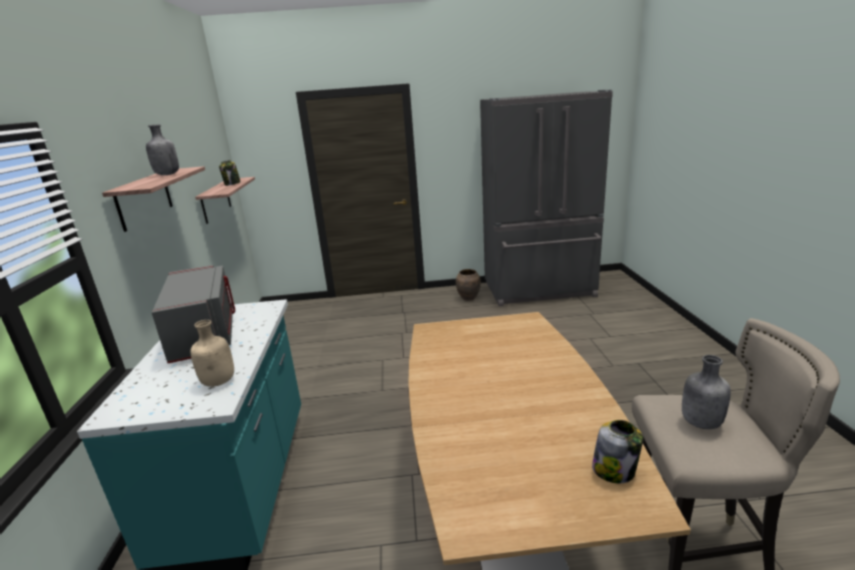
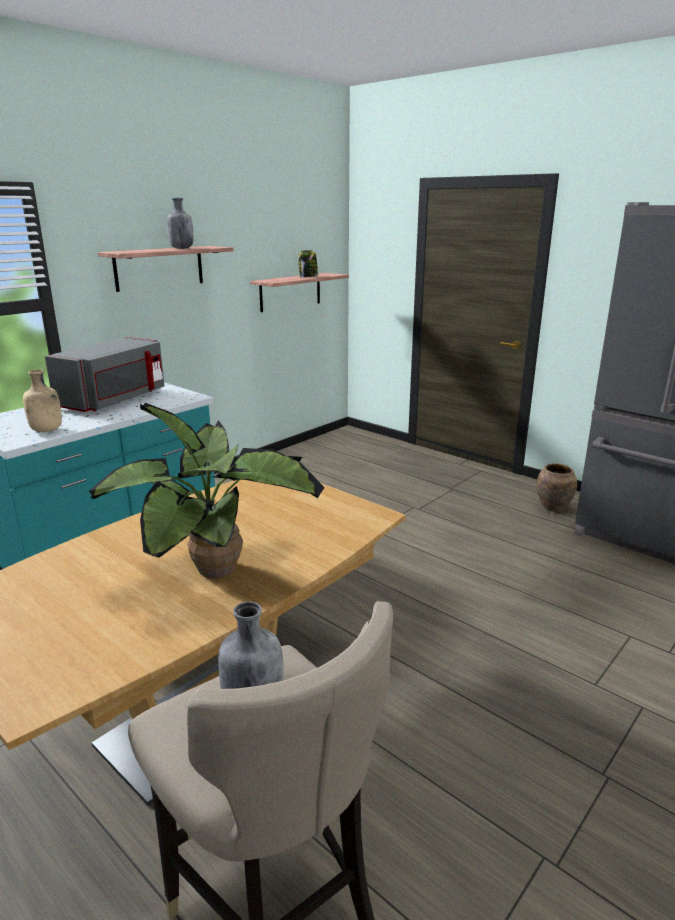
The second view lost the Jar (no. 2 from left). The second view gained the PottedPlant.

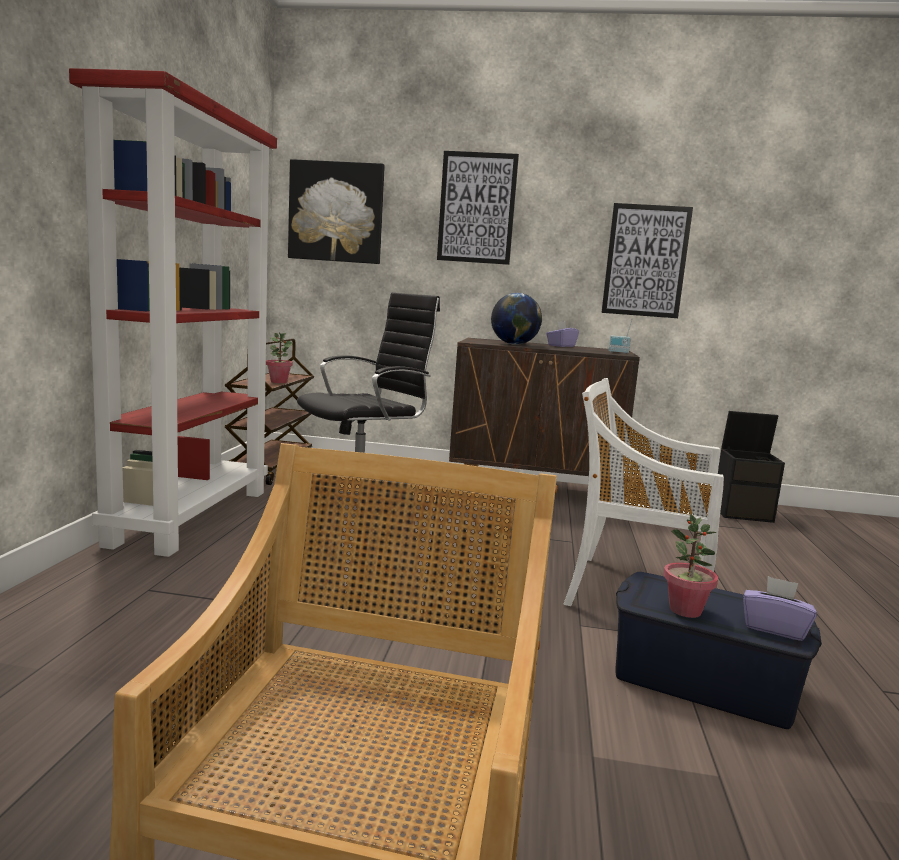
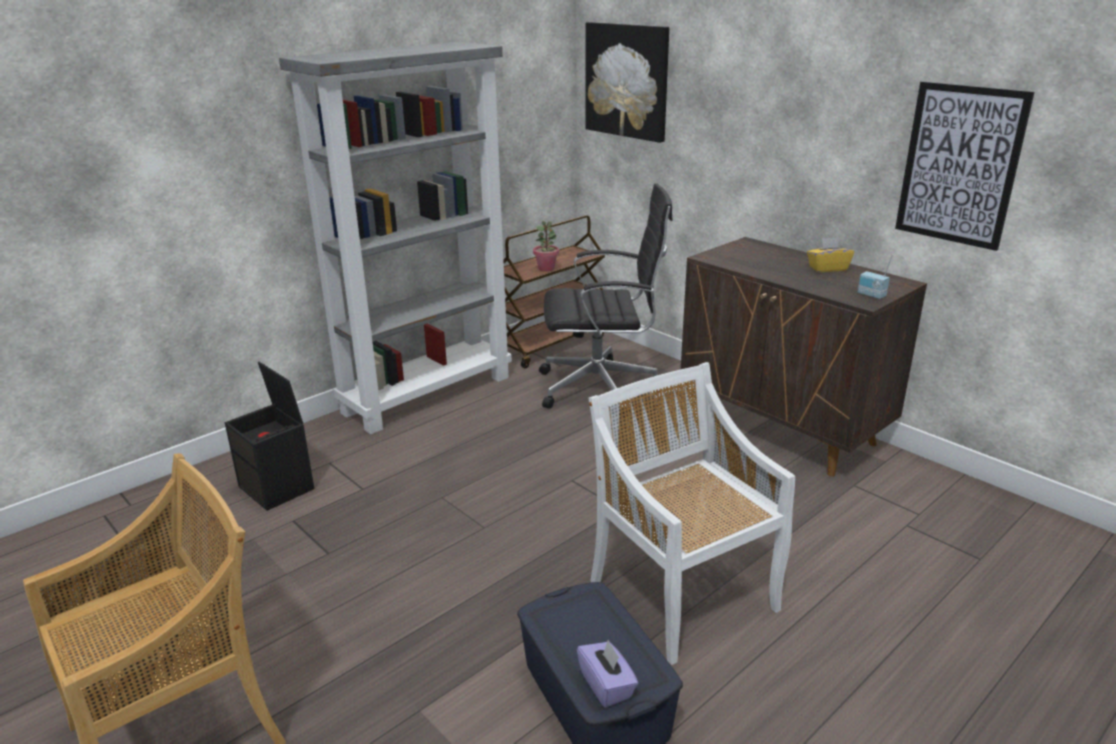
The second view lost the Picture (no. 2 from left). The second view lost the Globe. The second view lost the PottedPlant (no. 2 from left). The BlackStorageBox ended up elsewhere. What was the RedBookcase turned into the GreyBookcase. What was the PurpleTissueBox (no. 1 from left) turned into the YellowTissueBox.

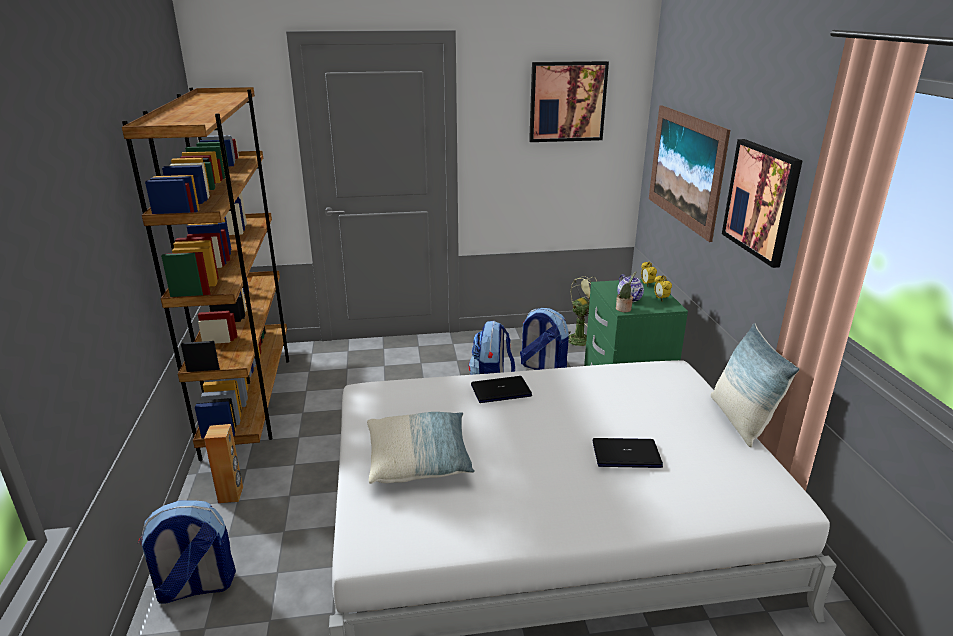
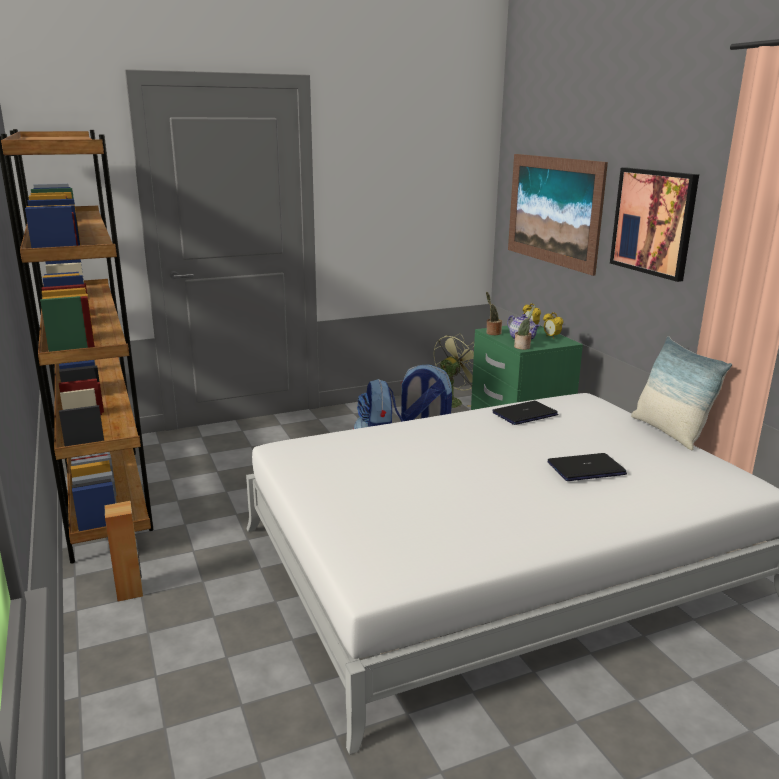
The second view lost the Backpack (no. 1 from left). The second view lost the Pillow (no. 1 from left). The second view lost the Picture (no. 1 from left). The second view gained the PottedPlant (no. 1 from left). The Laptop (no. 1 from left) ended up elsewhere.

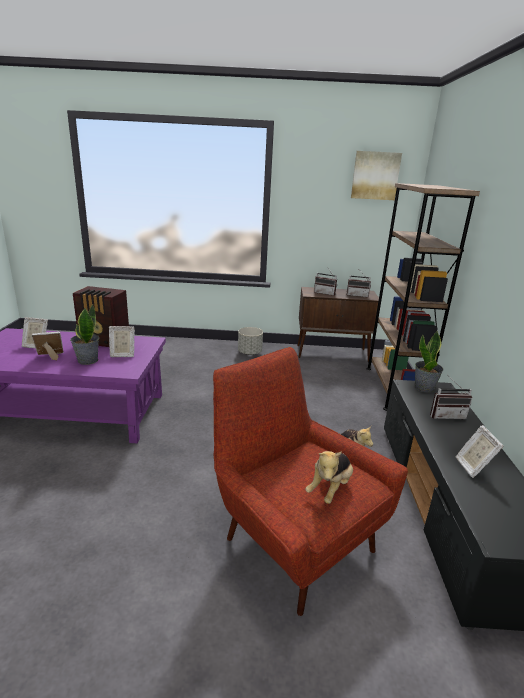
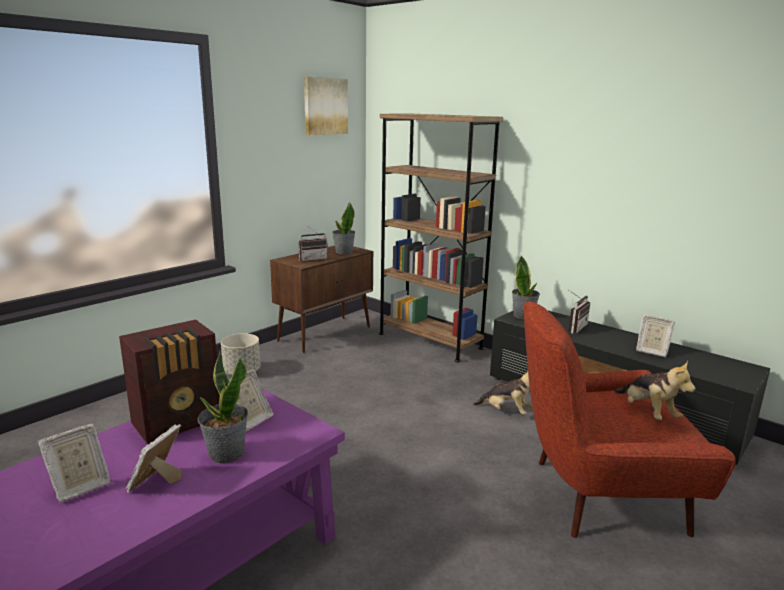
Where the Radio (no. 3 from left) stood, the PottedPlant (no. 2 from left) came to stand.

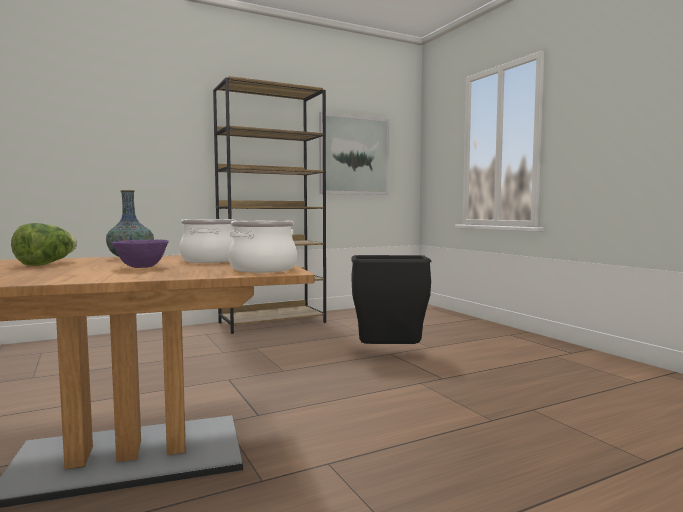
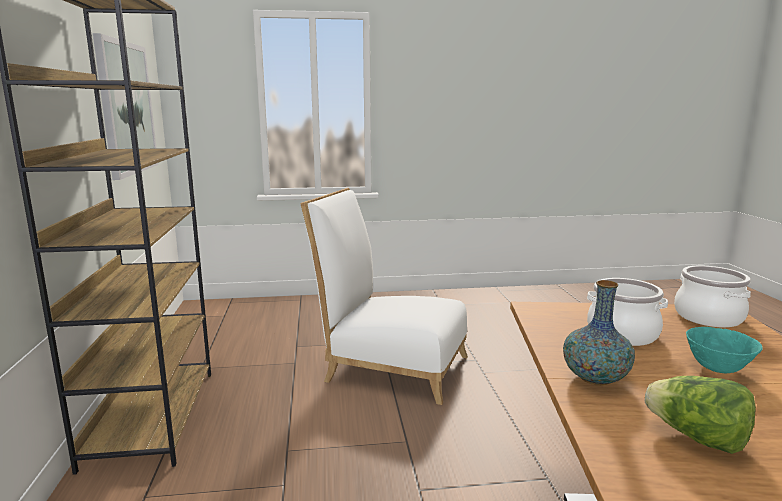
Where the BlackTrashCan stood, the WhiteChair came to stand. What was the PurpleBowl turned into the TurquoiseBowl.

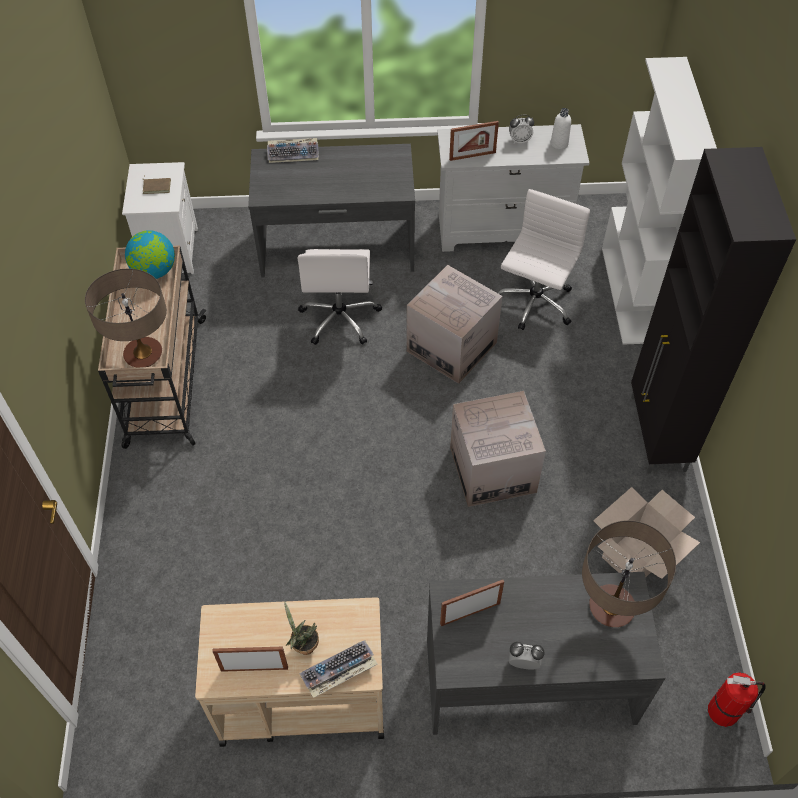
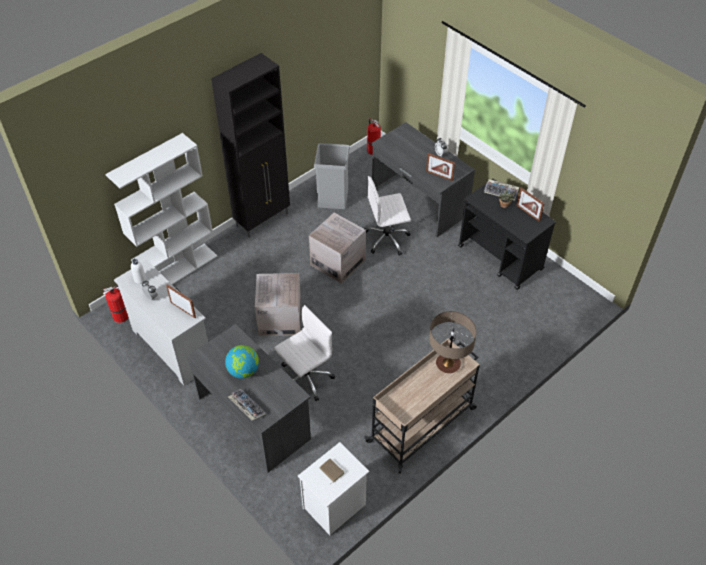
The second view lost the TableLamp (no. 2 from left). The second view gained the FireExtinguisher (no. 1 from left). The Globe ended up elsewhere. The WhiteOfficeChair (no. 2 from left) ended up elsewhere. Where the CardboardBox (no. 3 from left) stood, the GreyTrashCan came to stand. What was the BeigeCart (no. 2 from left) turned into the BlackCart.

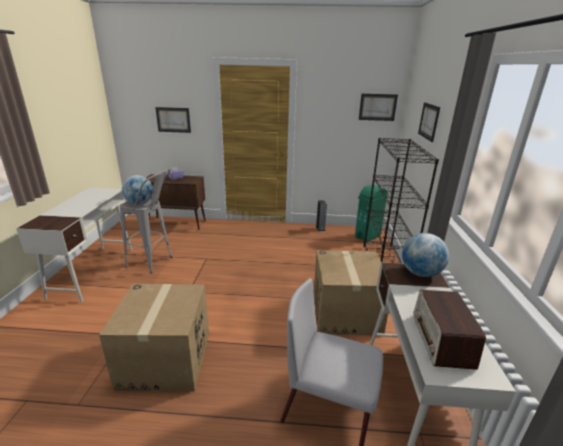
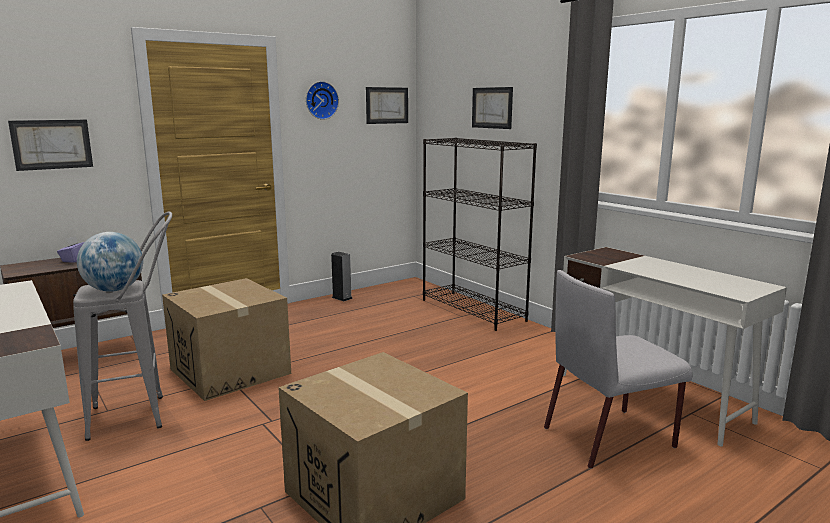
The second view lost the GreenTrashCan. The second view lost the Globe (no. 2 from left). The second view lost the Radio. The second view gained the WallClock. The CardboardBox (no. 2 from left in the first image) ended up elsewhere.

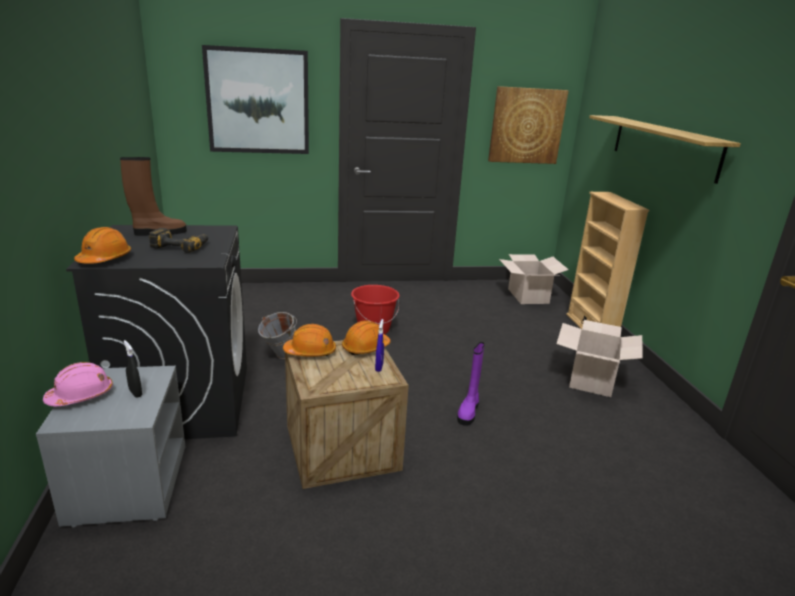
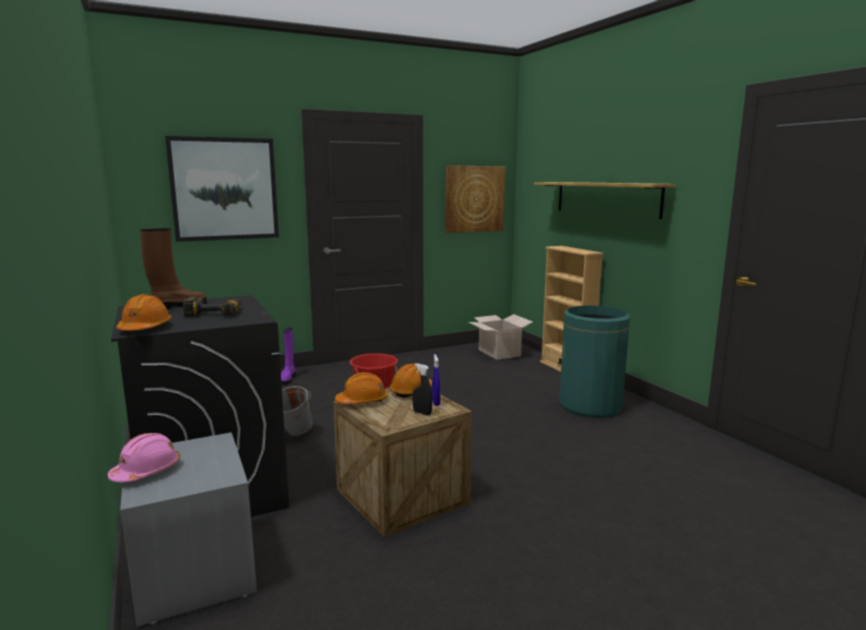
The BlackSprayBottle ended up elsewhere. The PurpleBoot ended up elsewhere. Where the CardboardBox (no. 2 from left) stood, the GreenTrashCan came to stand.

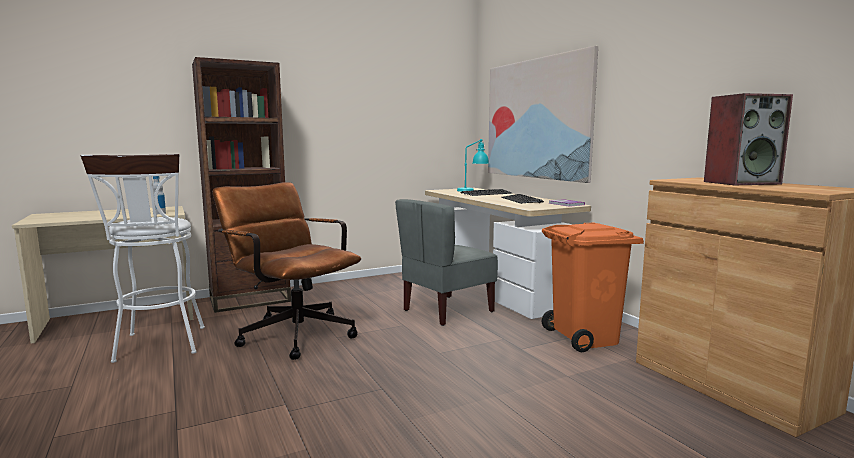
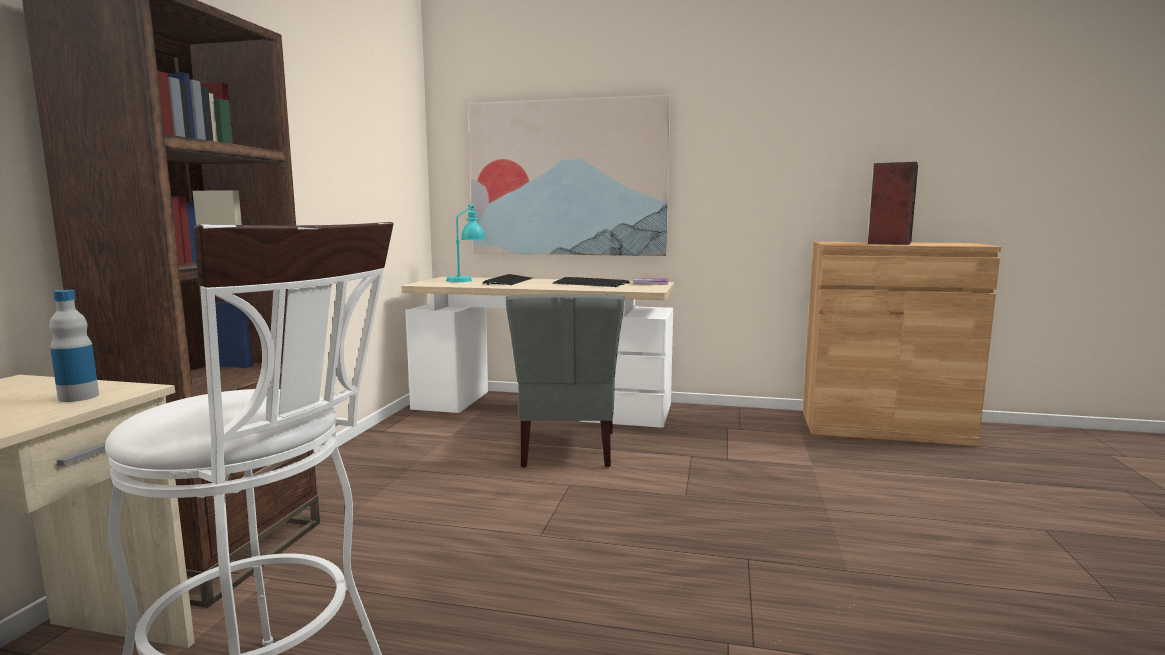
The second view lost the BrownOfficeChair. The second view lost the OrangeTrashCan.

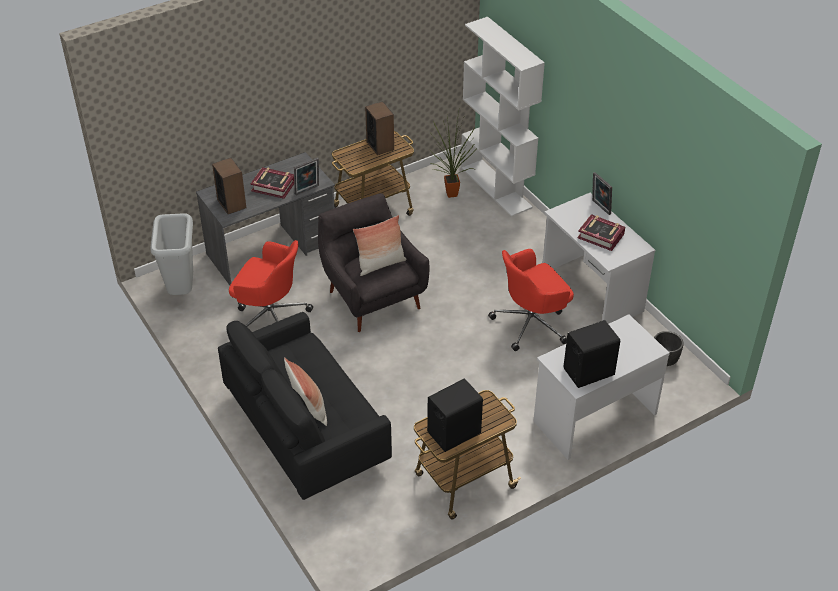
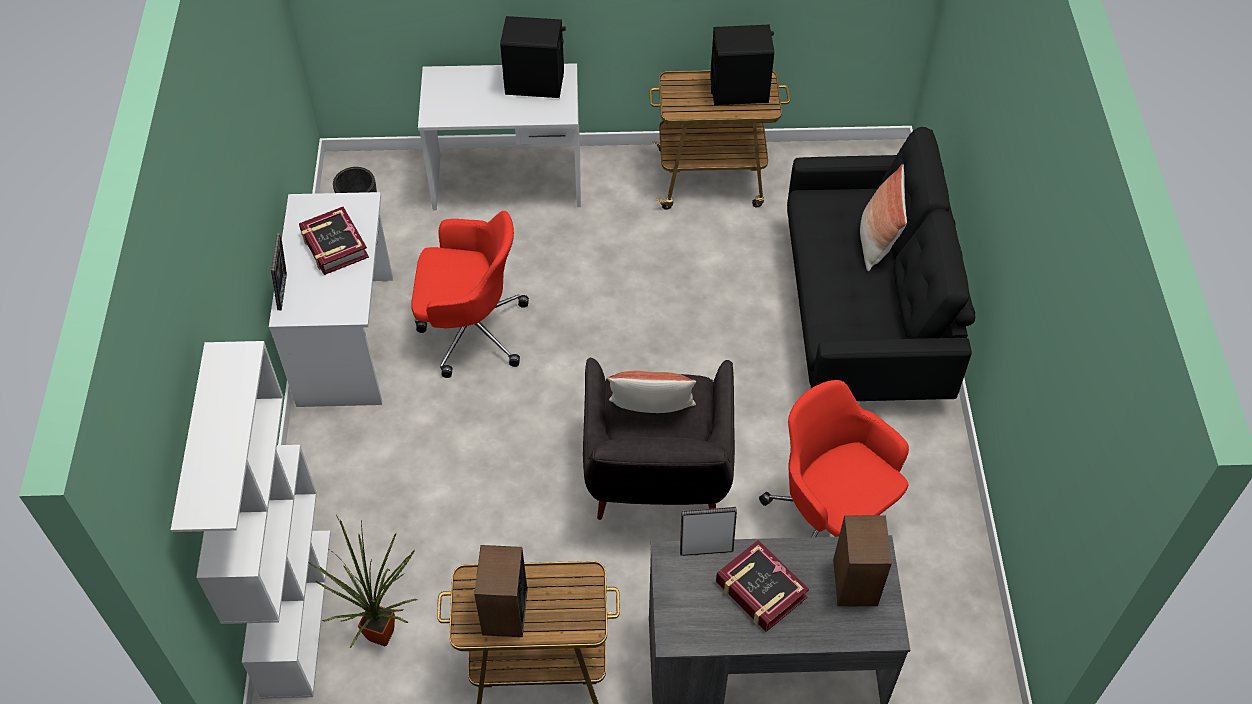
The second view lost the GreyTrashCan.

